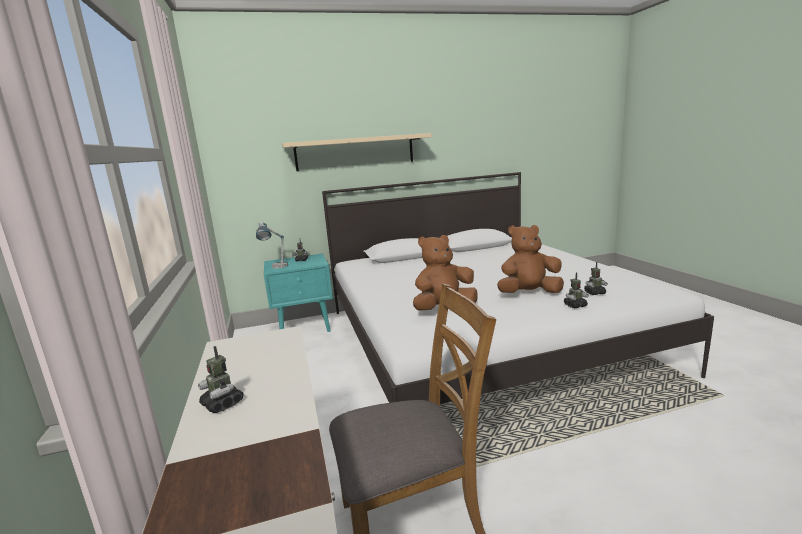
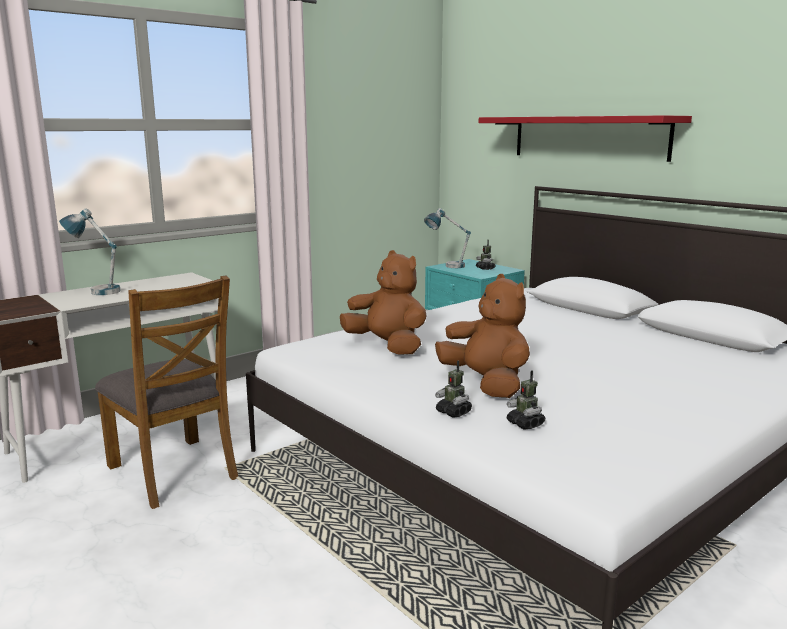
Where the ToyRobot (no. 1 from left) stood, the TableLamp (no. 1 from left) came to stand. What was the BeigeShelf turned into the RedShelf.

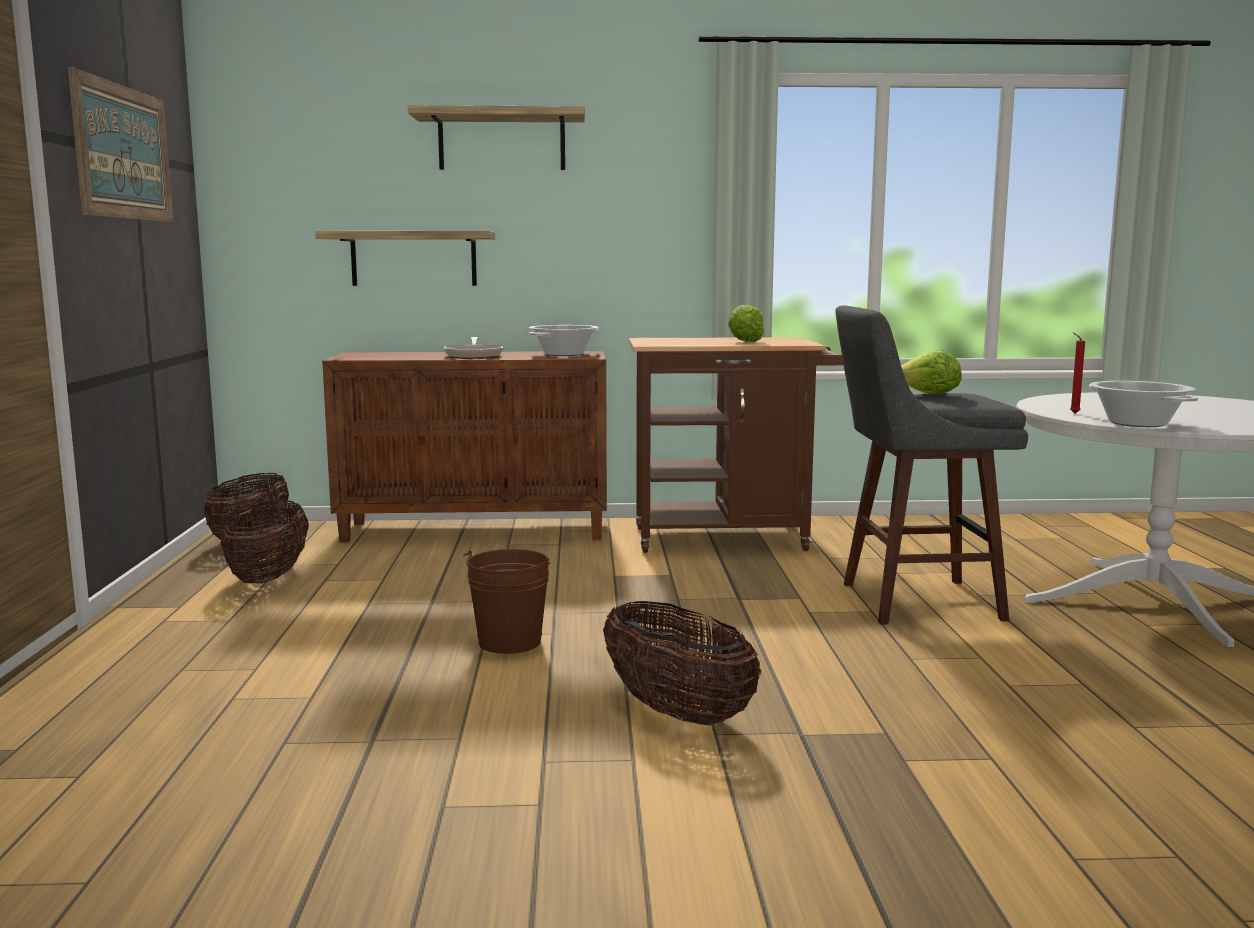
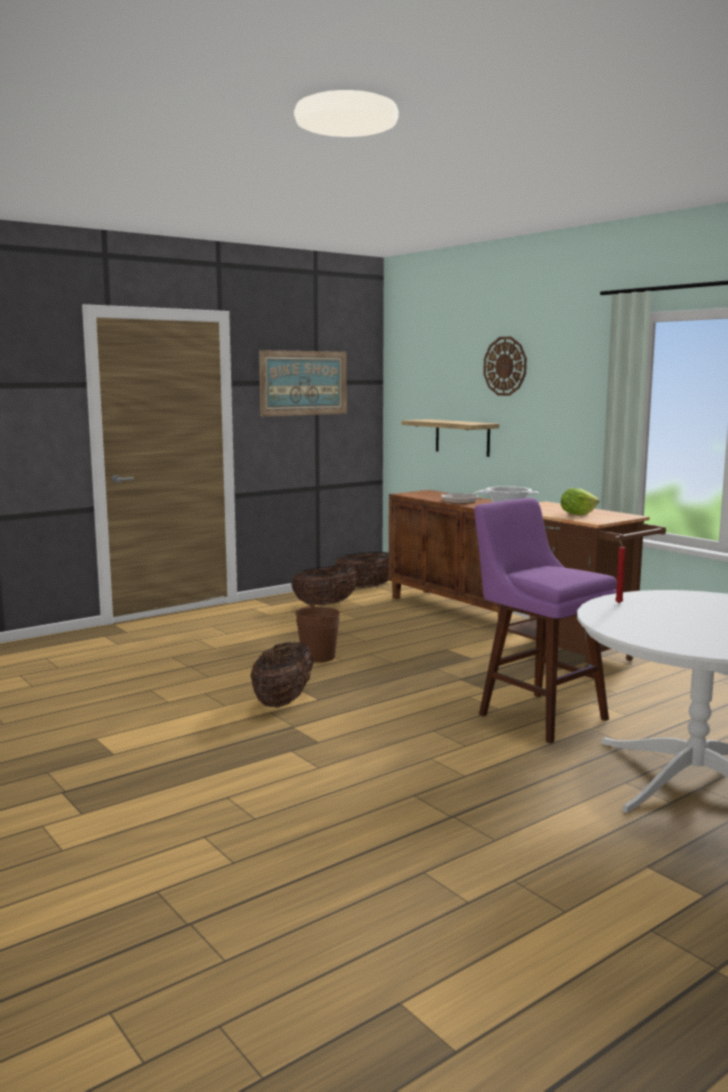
The second view lost the Lettuce (no. 2 from left). The second view lost the CookingPot (no. 2 from left). Where the Shelf (no. 2 from left) hung, the WallClock came to hang. What was the GreyStool turned into the PurpleStool.

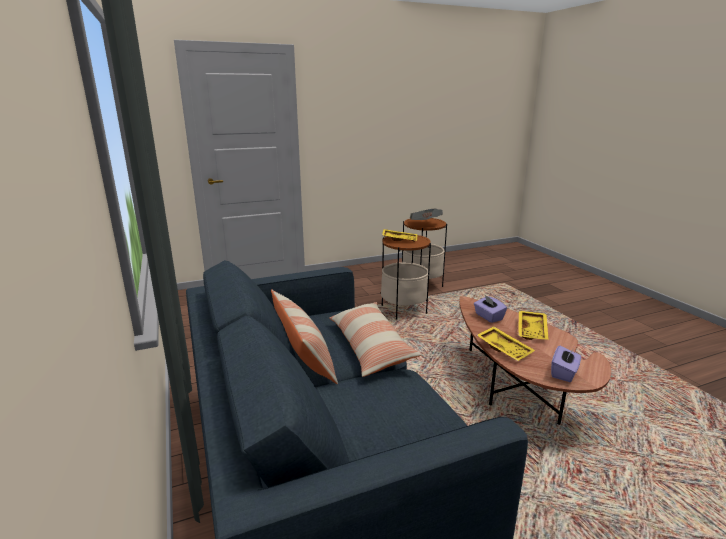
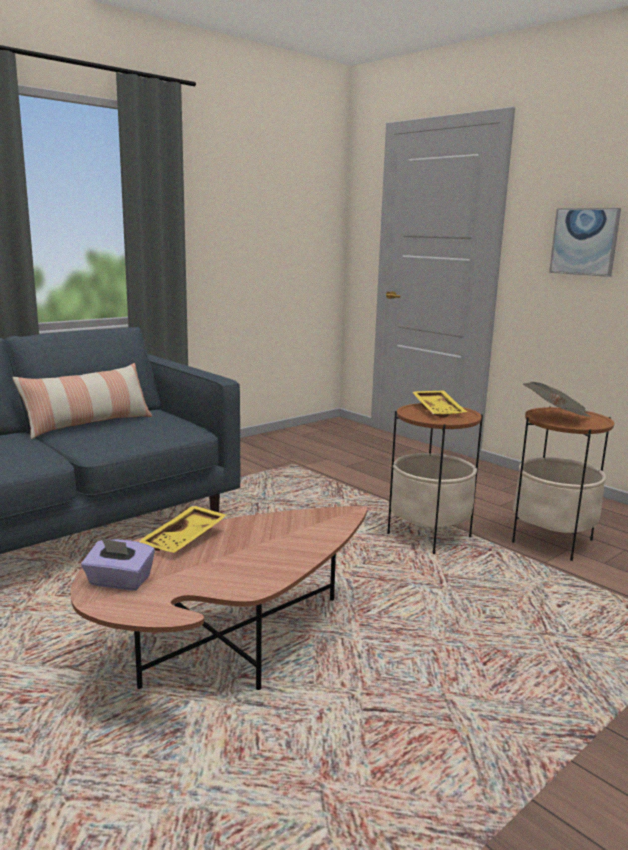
The second view lost the Pillow (no. 2 from left). The second view lost the PurpleTissueBox (no. 1 from left). The second view lost the YellowTray (no. 3 from left). The second view gained the Picture.

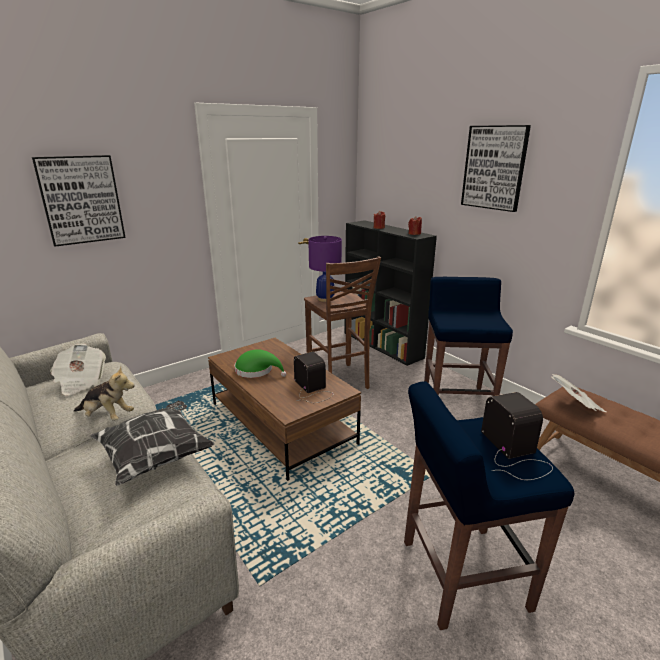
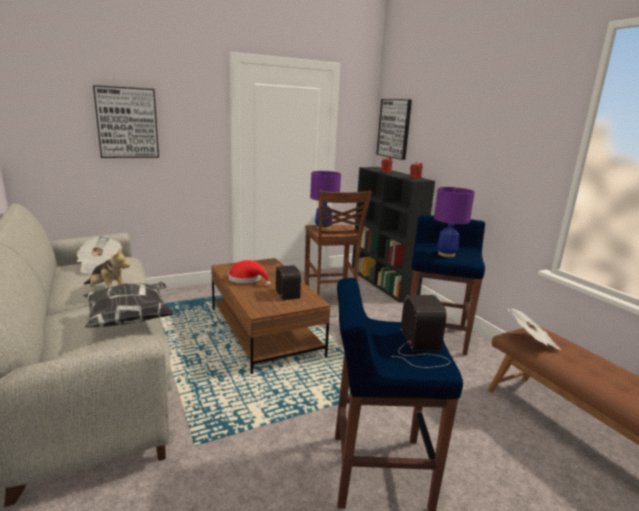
The second view gained the PurpleTableLamp (no. 2 from left). The Picture (no. 2 from left) ended up elsewhere. What was the GreenHat turned into the RedHat.

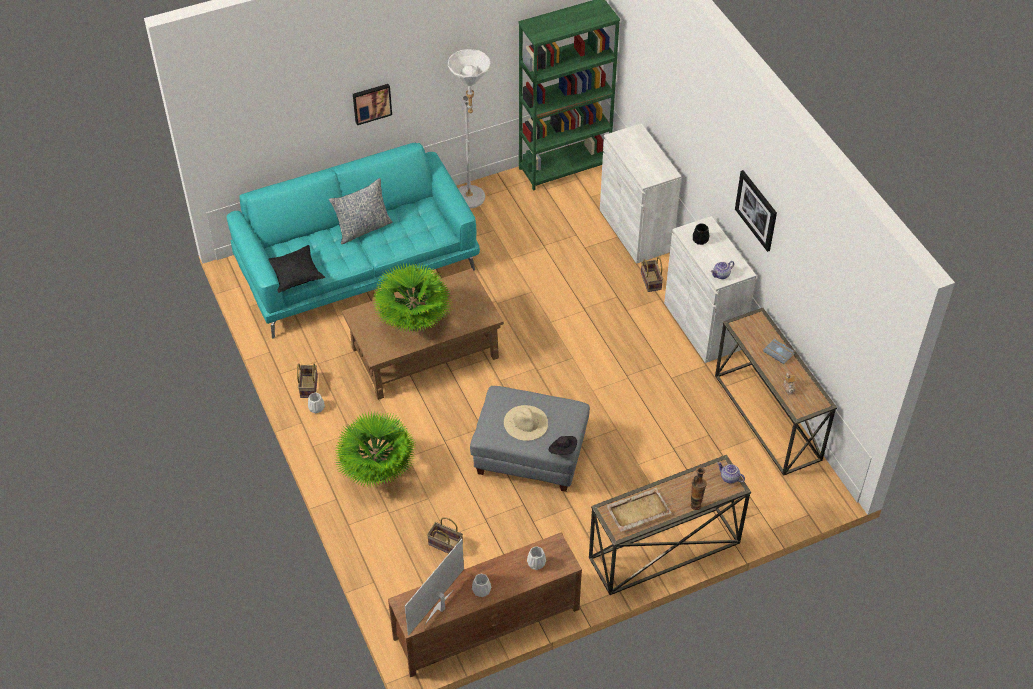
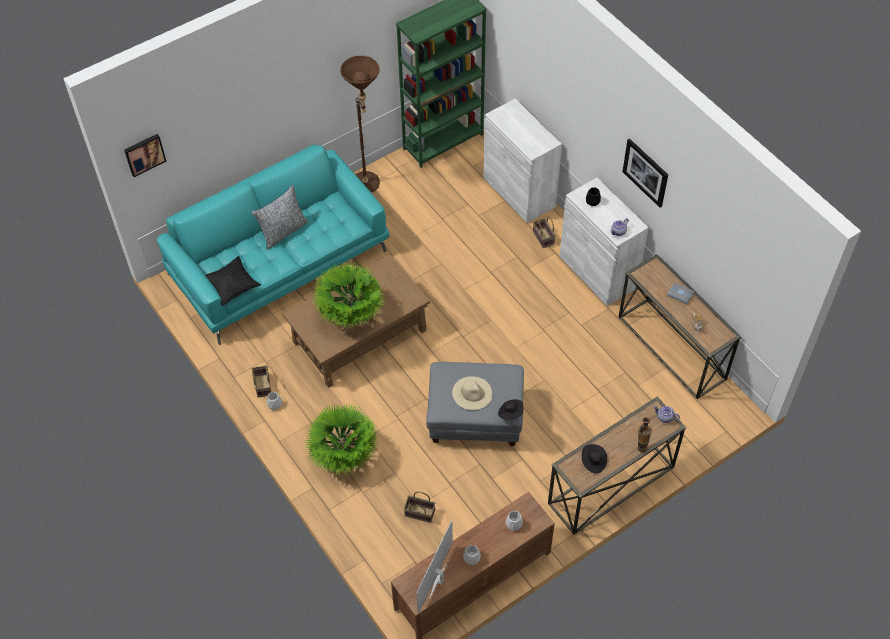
The Picture (no. 1 from left) ended up elsewhere. Where the BeigeTray stood, the BlackHat (no. 2 from left) came to stand. What was the WhiteFloorLamp turned into the BrownFloorLamp.

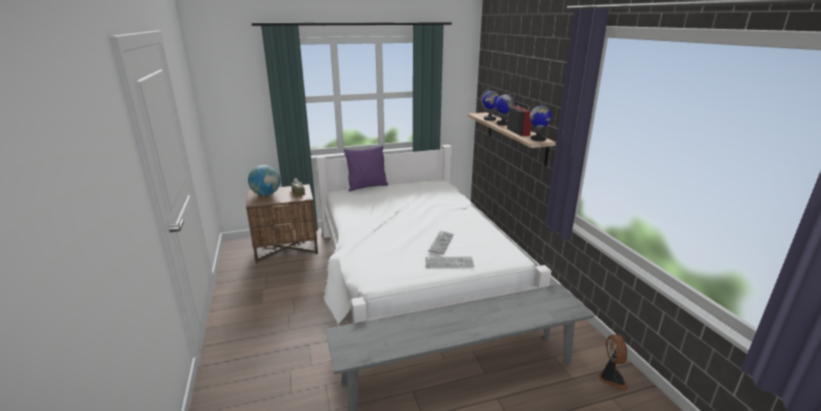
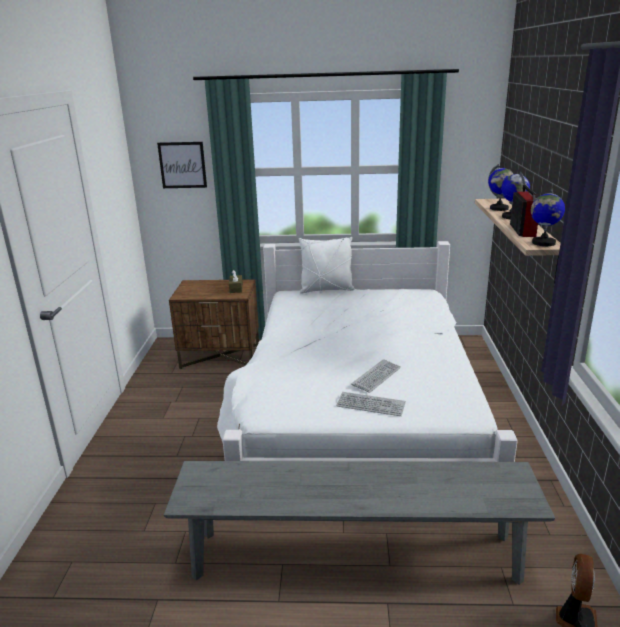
The second view lost the Globe (no. 1 from left). The second view gained the Picture. What was the PurplePillow turned into the WhitePillow.

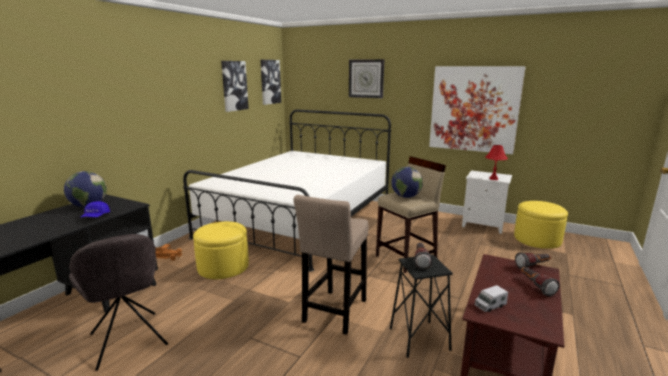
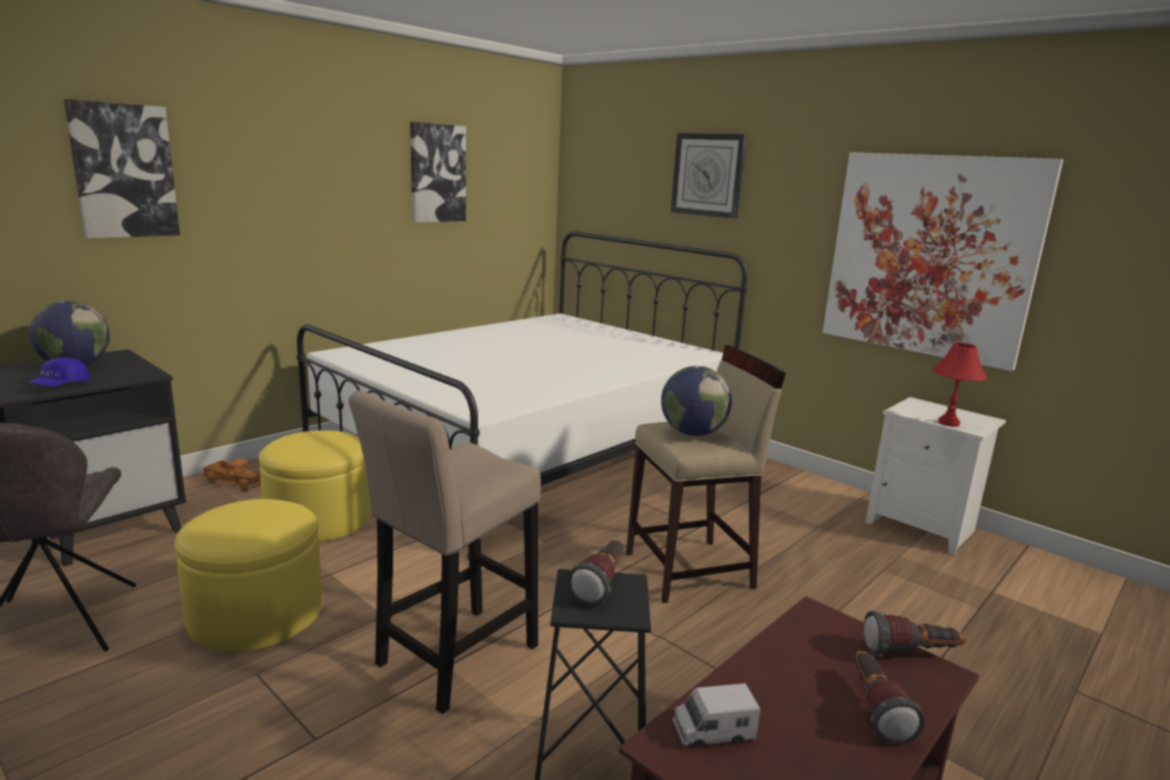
The Picture (no. 2 from left in the first image) ended up elsewhere. The YellowOttoman (no. 2 from left in the first image) ended up elsewhere.

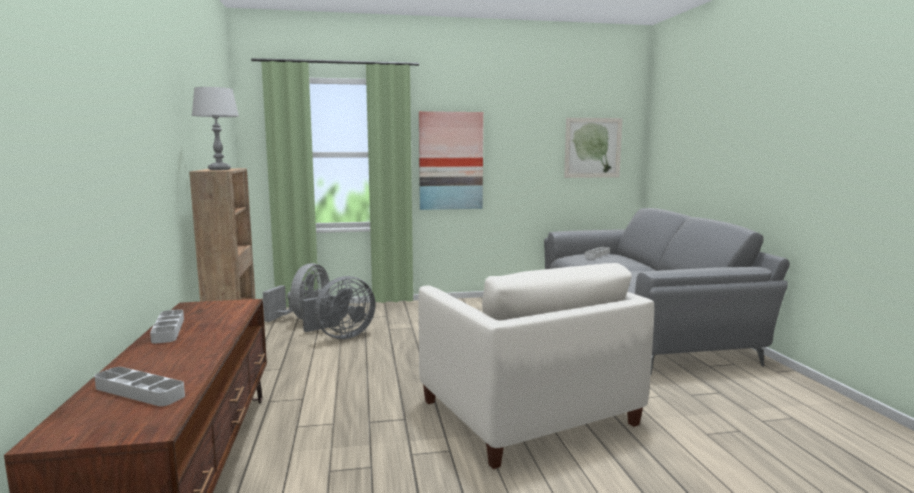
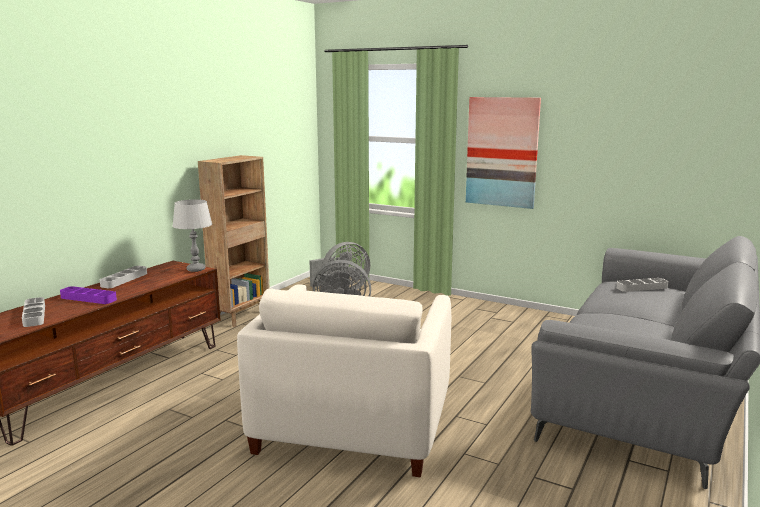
The second view lost the Picture (no. 2 from left). The second view gained the PurpleTray. The GreyTableLamp ended up elsewhere.

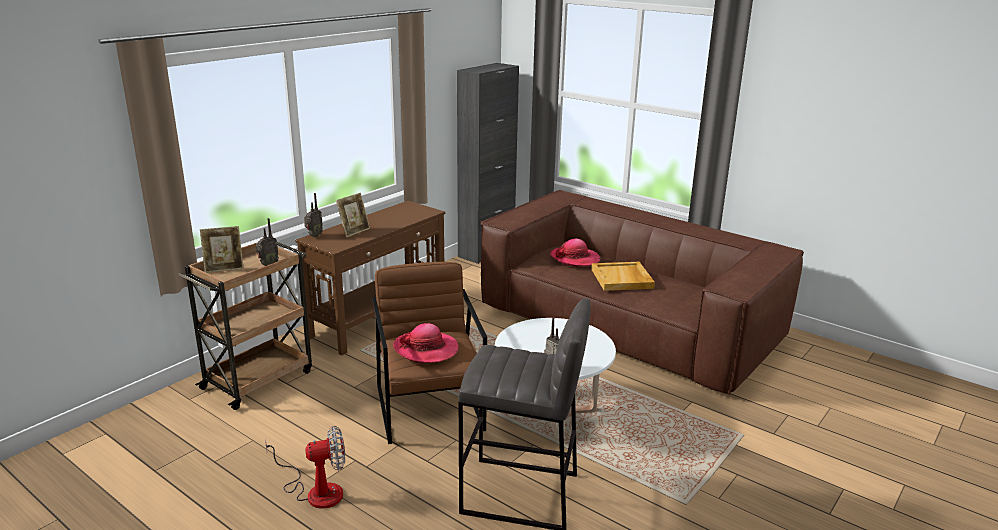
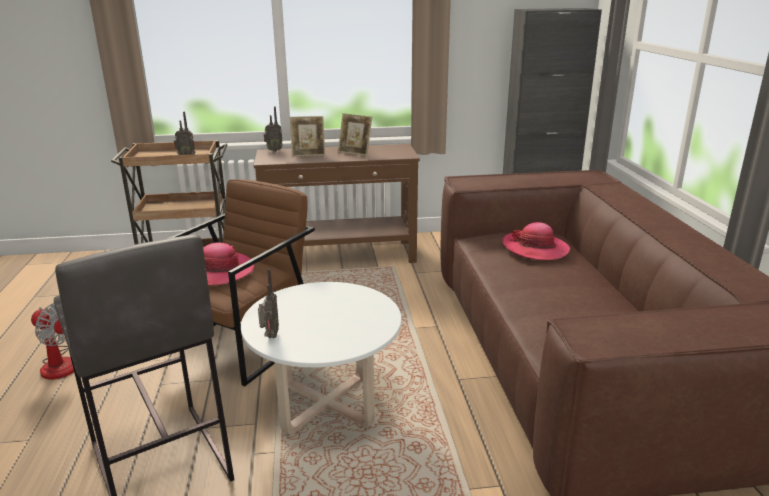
The second view lost the BeigeTray. The PictureFrame (no. 1 from left in the first image) ended up elsewhere.

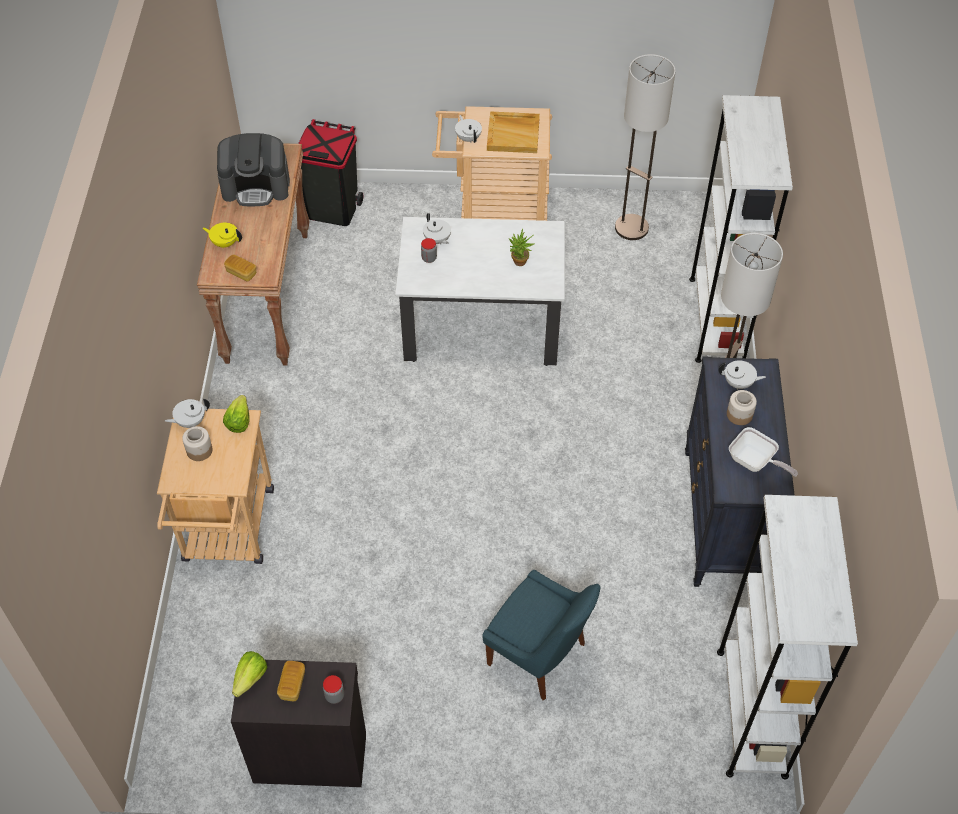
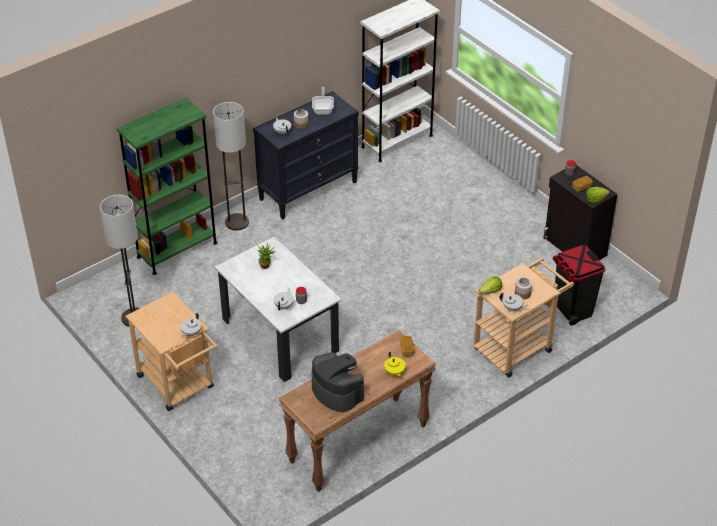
The second view lost the BlueChair. The second view lost the BeigeTray. The BlackTrashCan ended up elsewhere. What was the WhiteBookcase (no. 1 from left) turned into the GreenBookcase.

